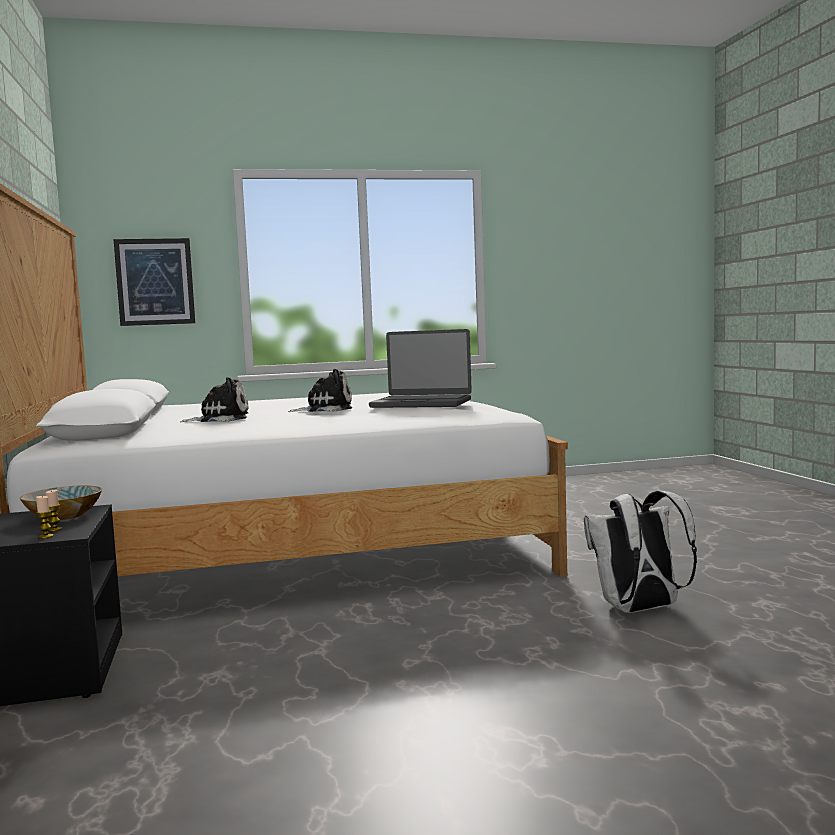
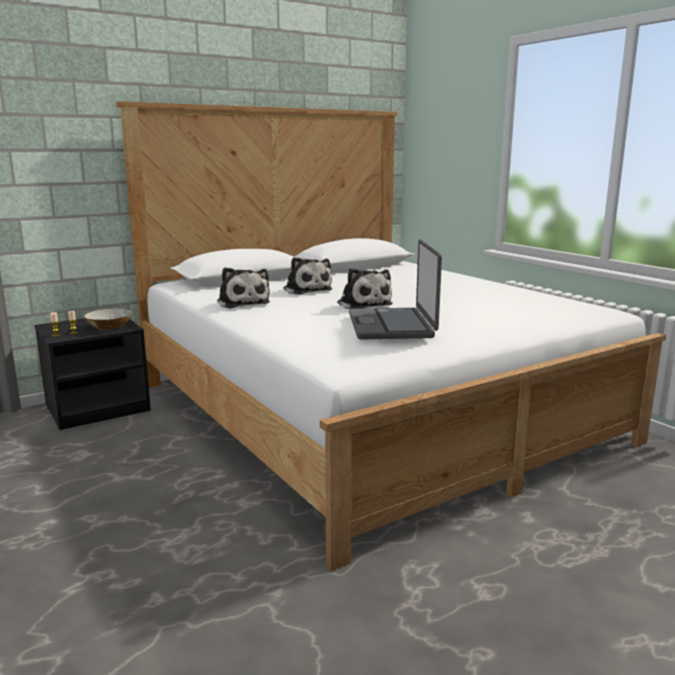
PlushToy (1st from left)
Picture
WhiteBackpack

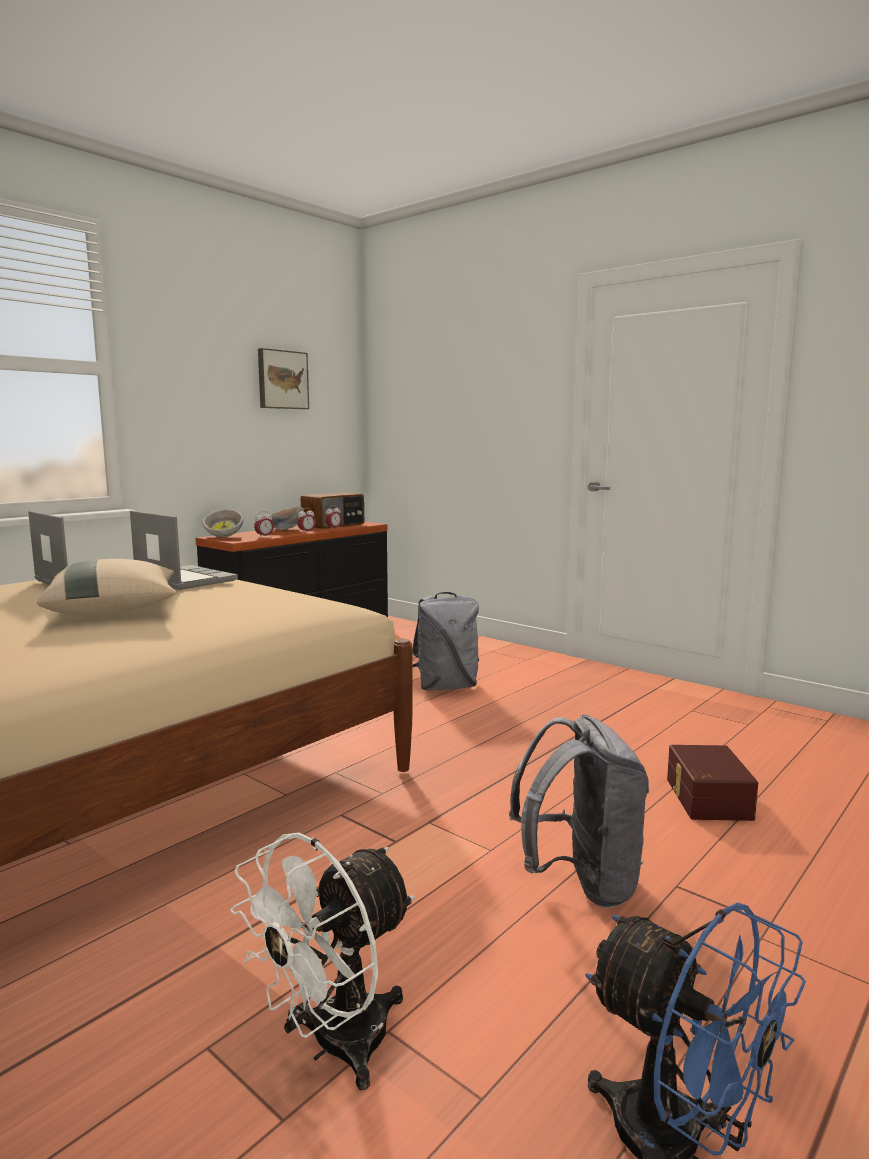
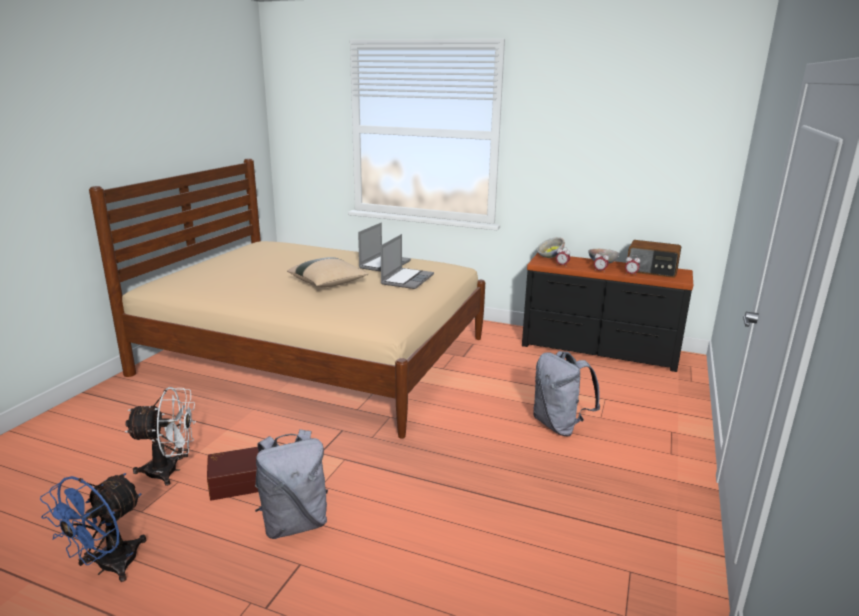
WhiteFan
BrownStorageBox
Picture

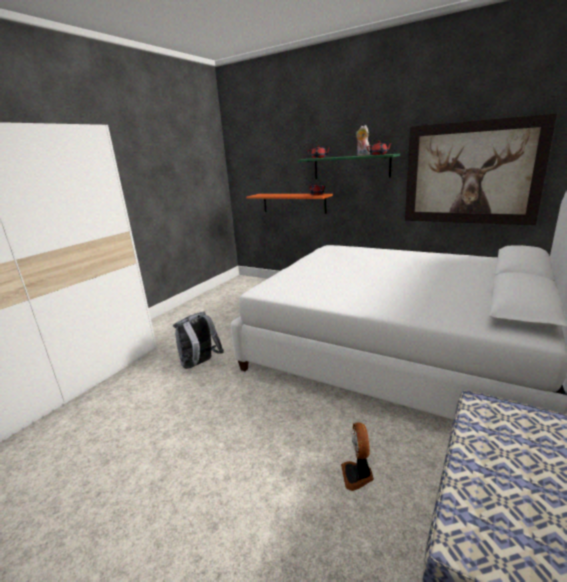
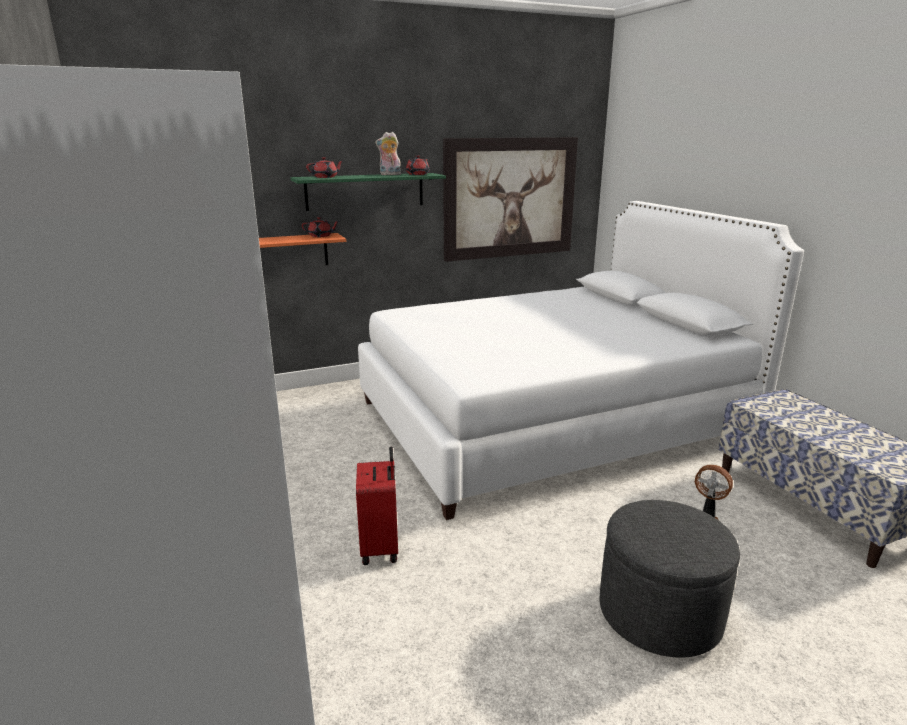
RedSuitcase
GreyOttoman

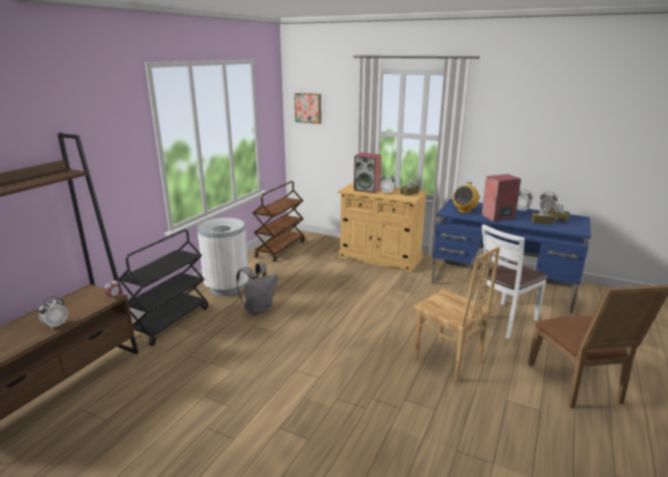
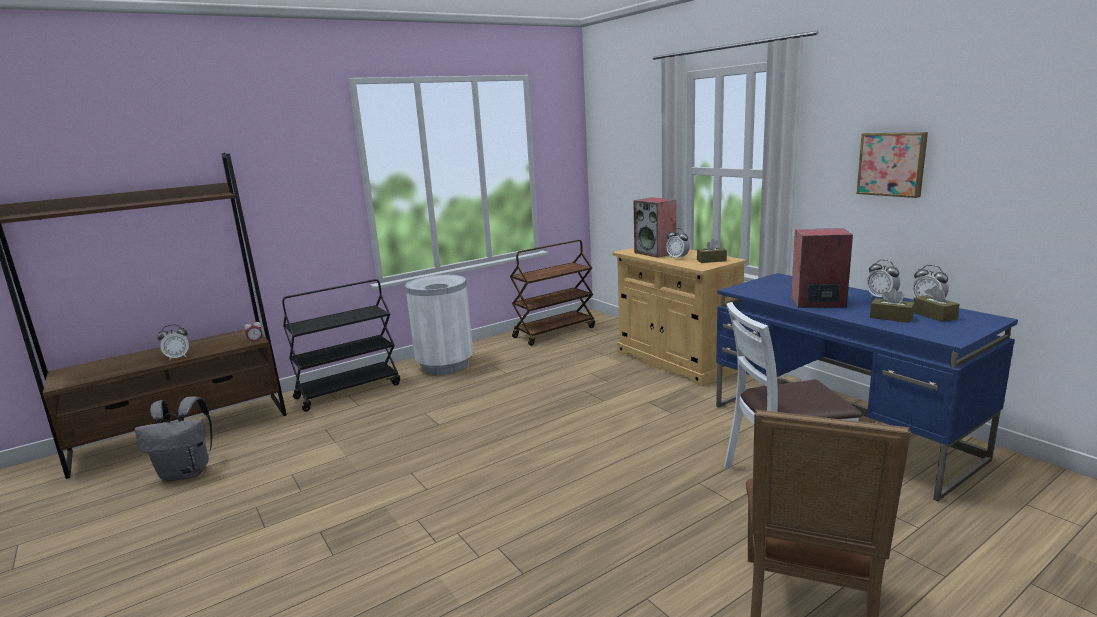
GreyBackpack
Picture
BrownChair (1st from left in the first image)
Radio

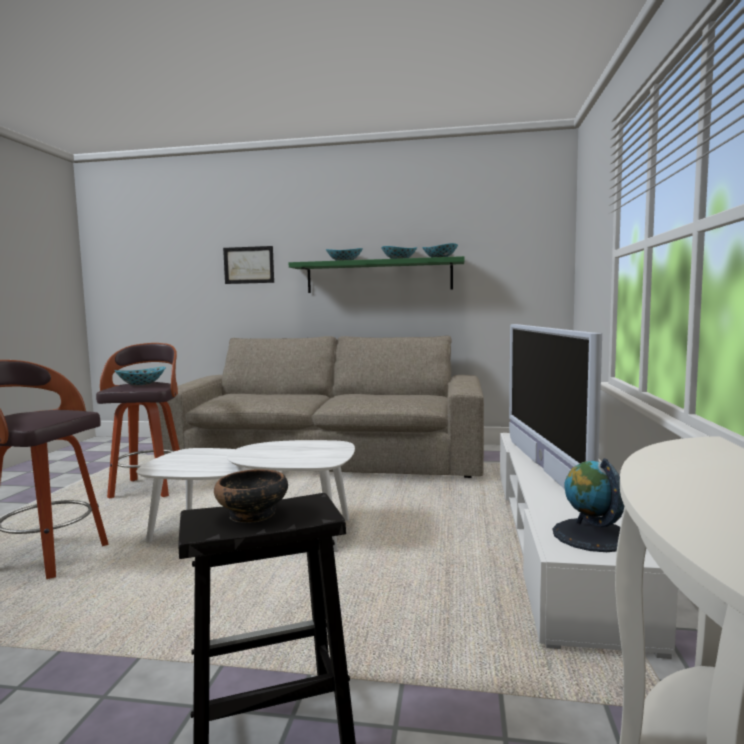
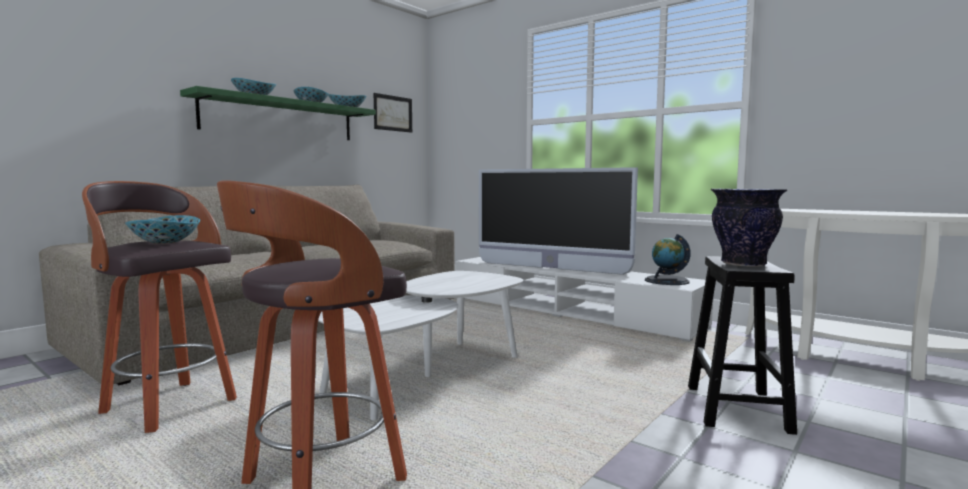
Picture
Vase

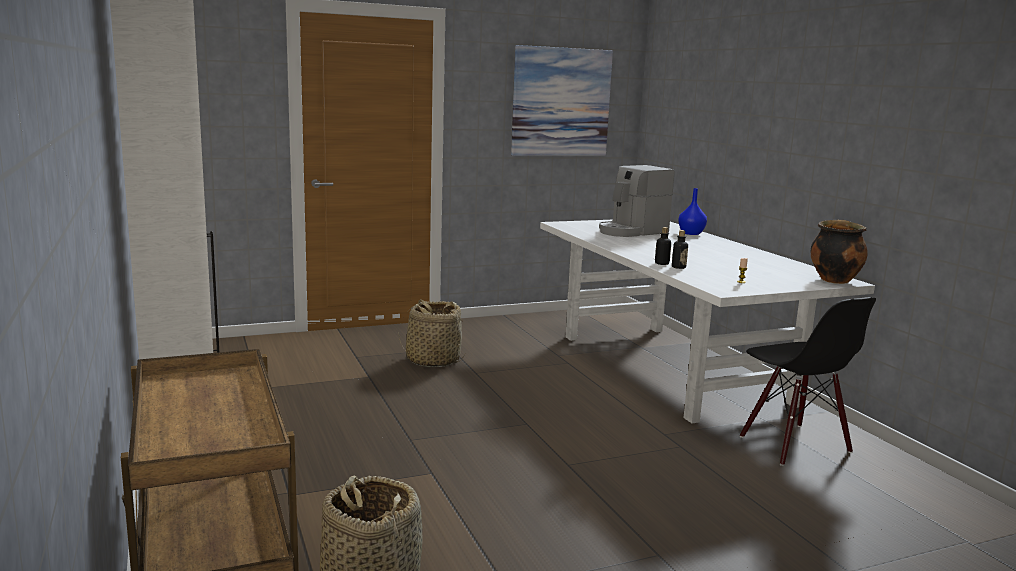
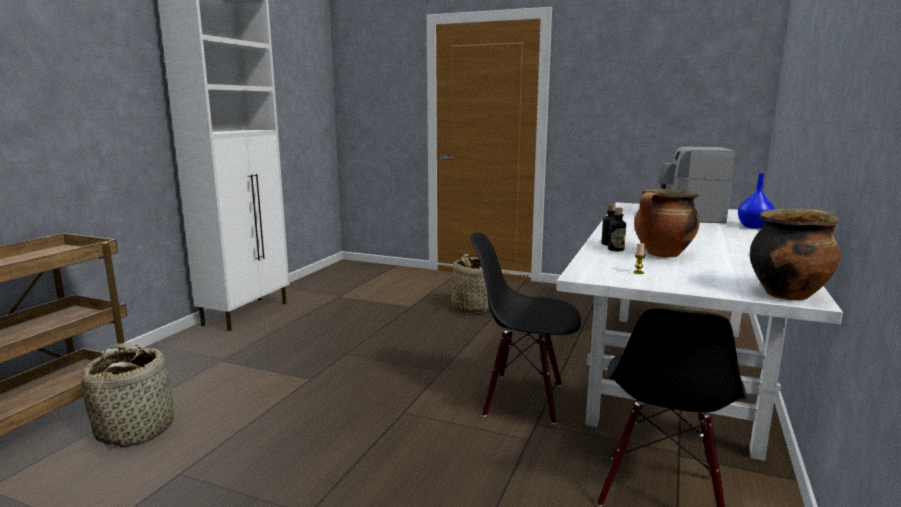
BlackChair (1st from left)
CookingPot (1st from left)
Picture

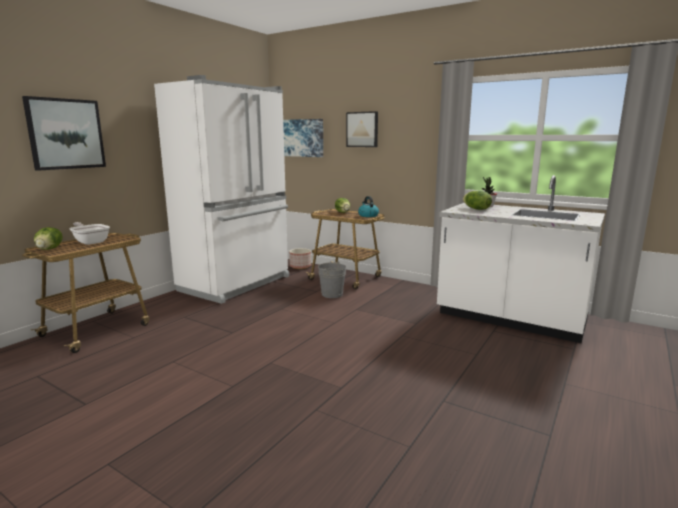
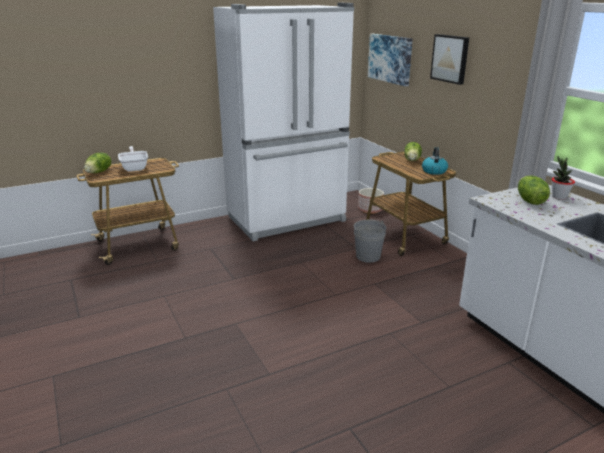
Picture (1st from left in the first image)

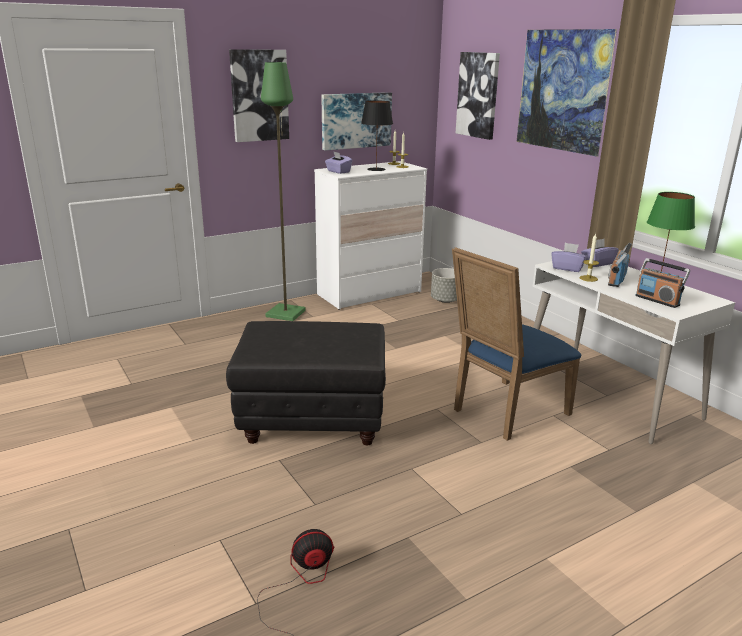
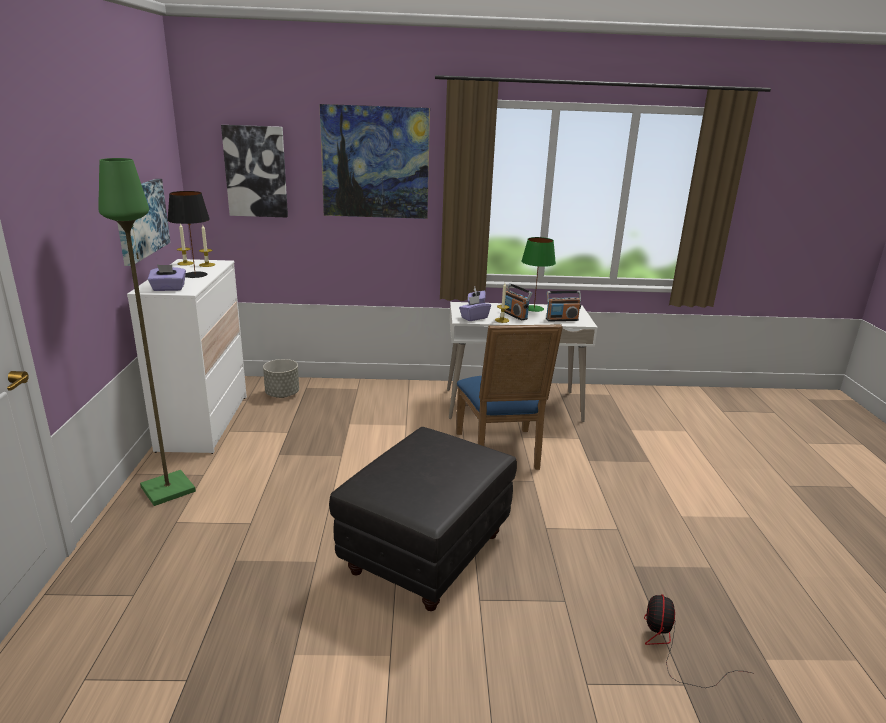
Picture (1st from left in the first image)

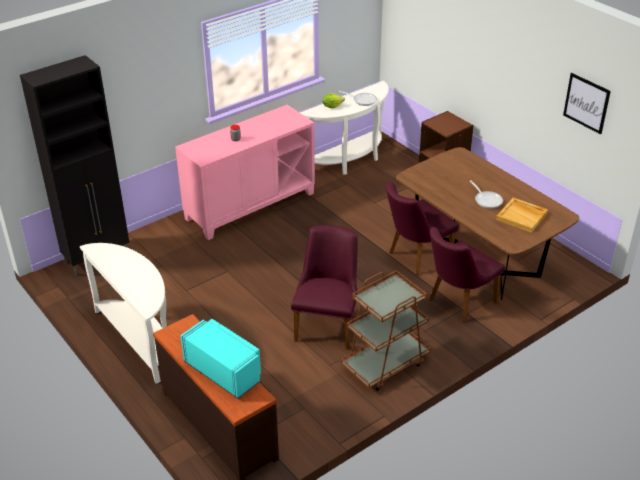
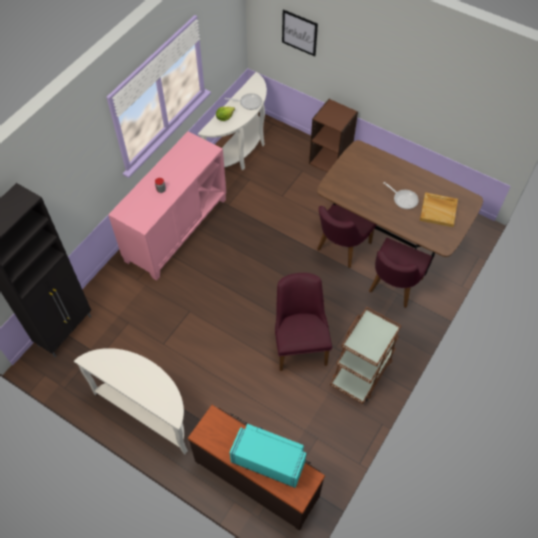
Picture

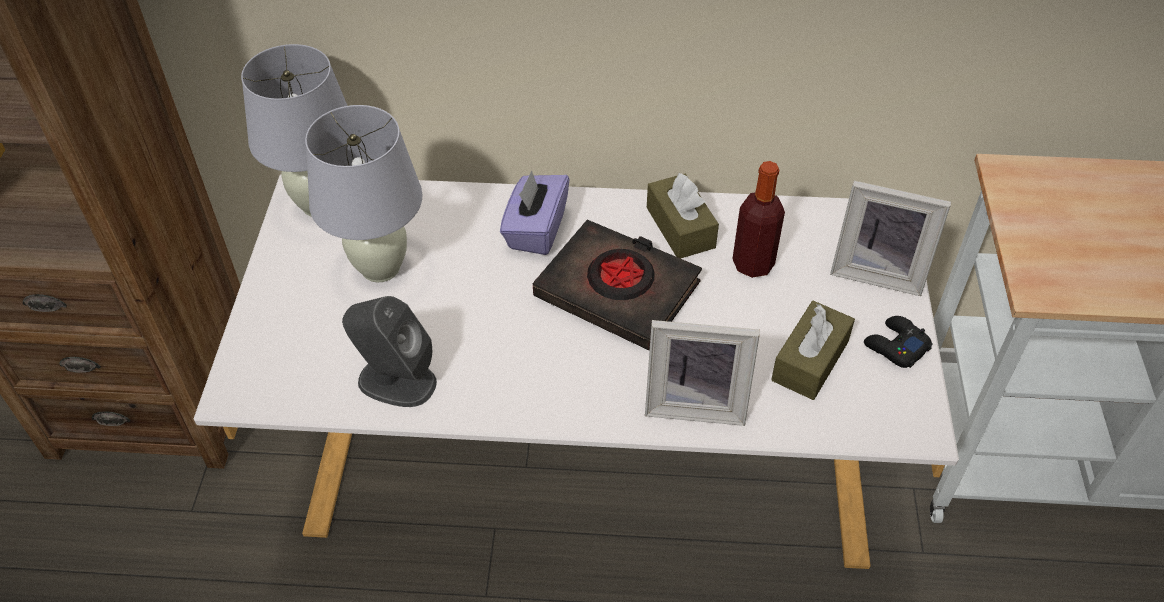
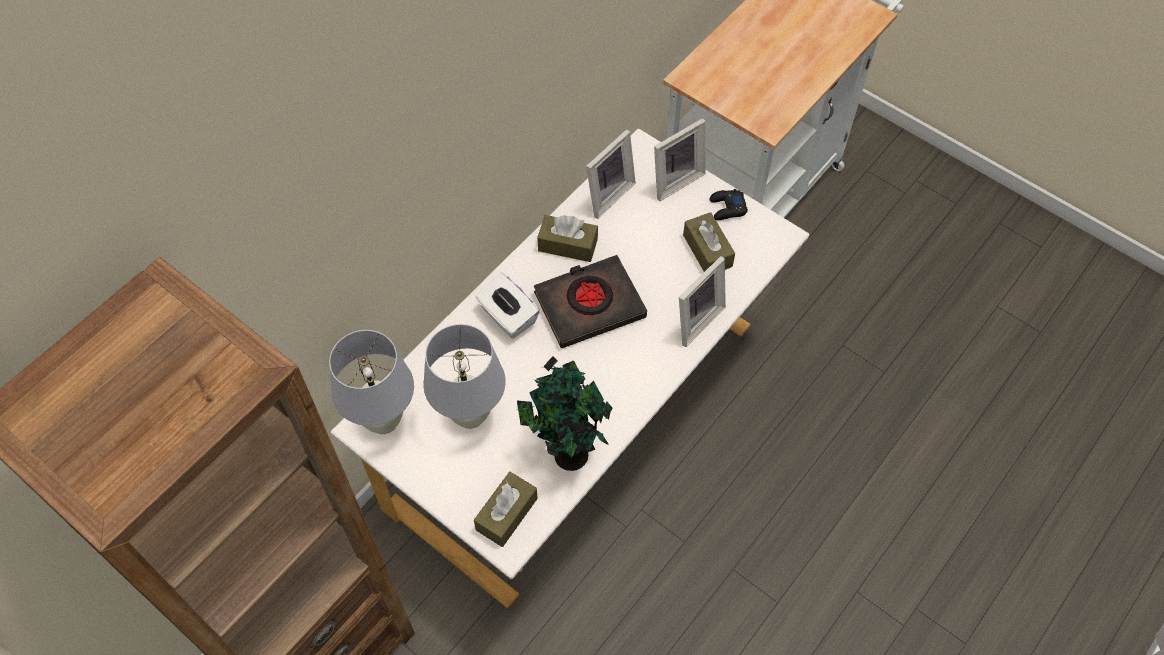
BrownTissueBox (1st from left)
WhiteTissueBox
PottedPlant
PictureFrame (1st from left)
Bottle

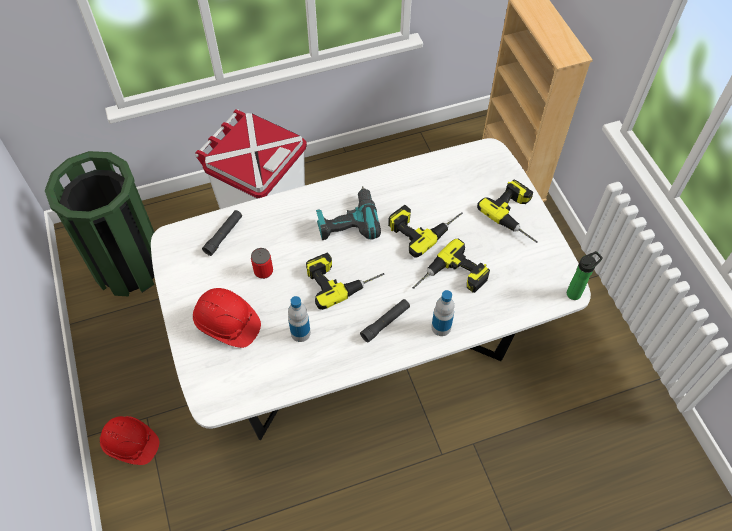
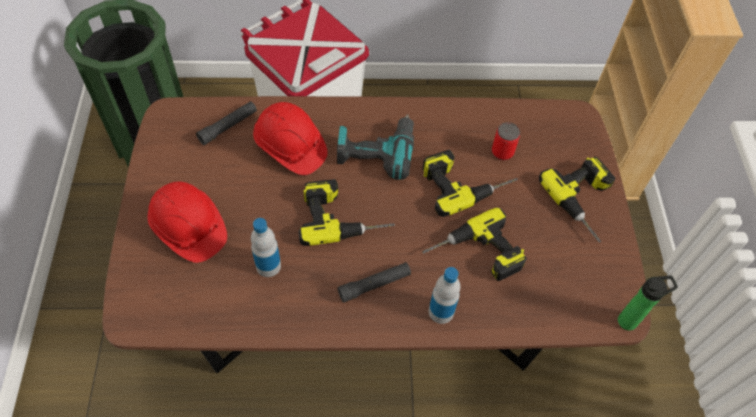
BrownDiningTable
RedHardHat (2nd from left)
Can

